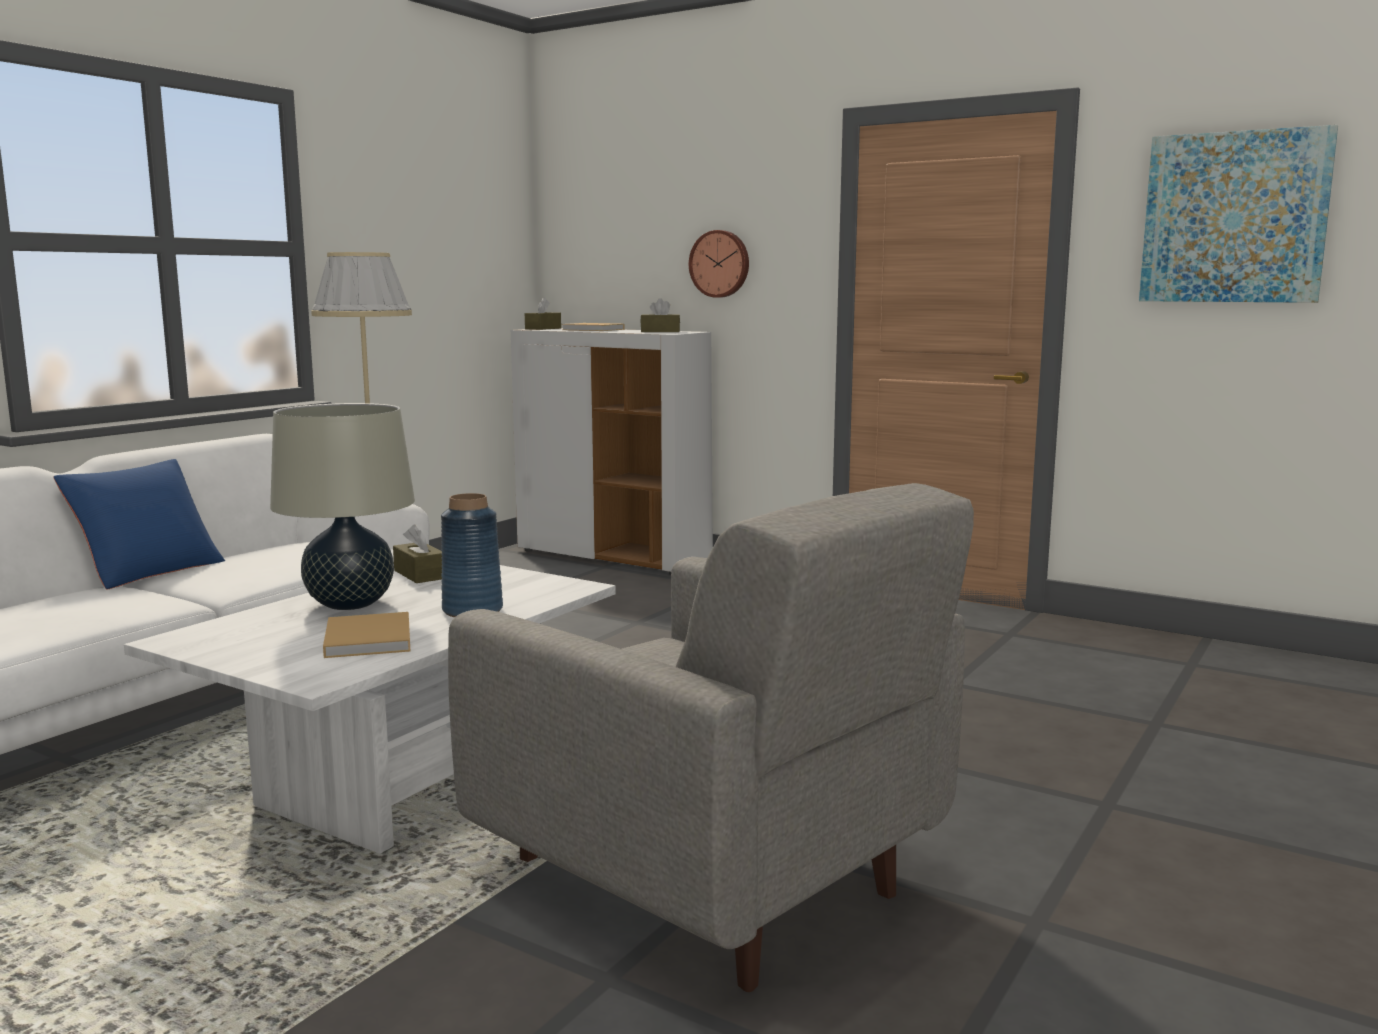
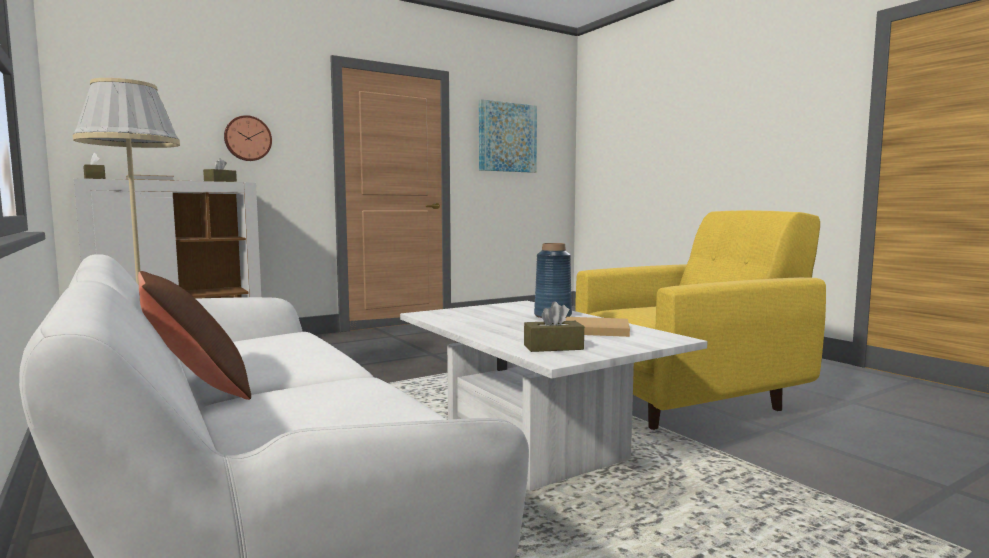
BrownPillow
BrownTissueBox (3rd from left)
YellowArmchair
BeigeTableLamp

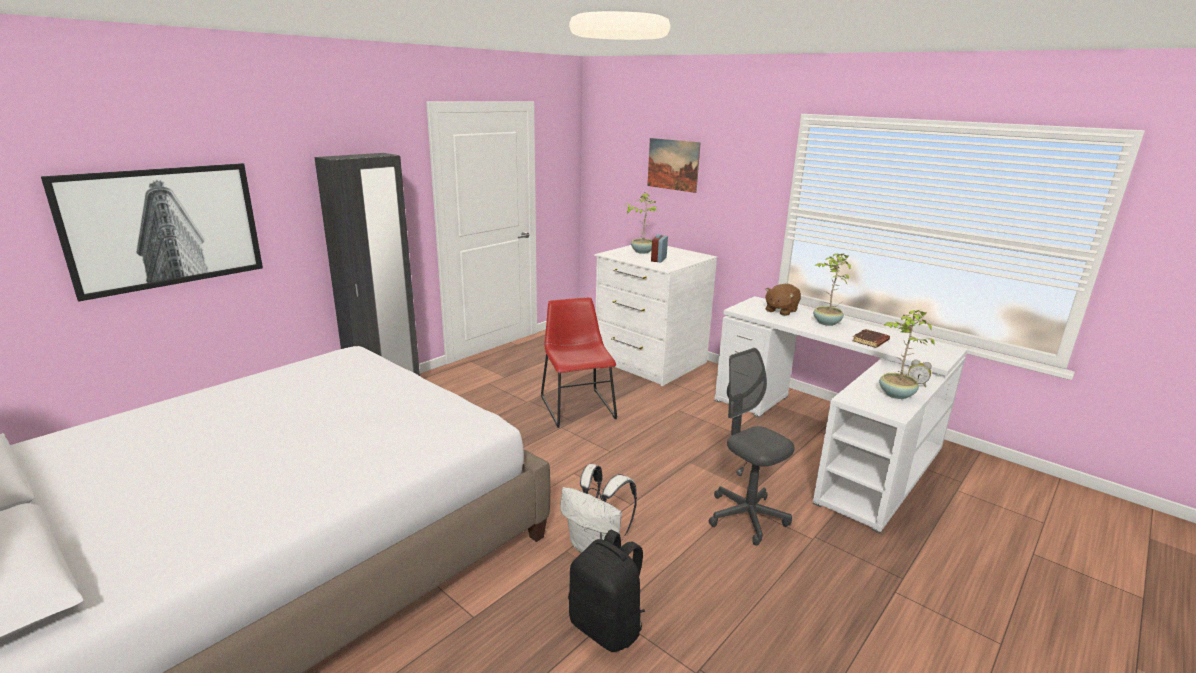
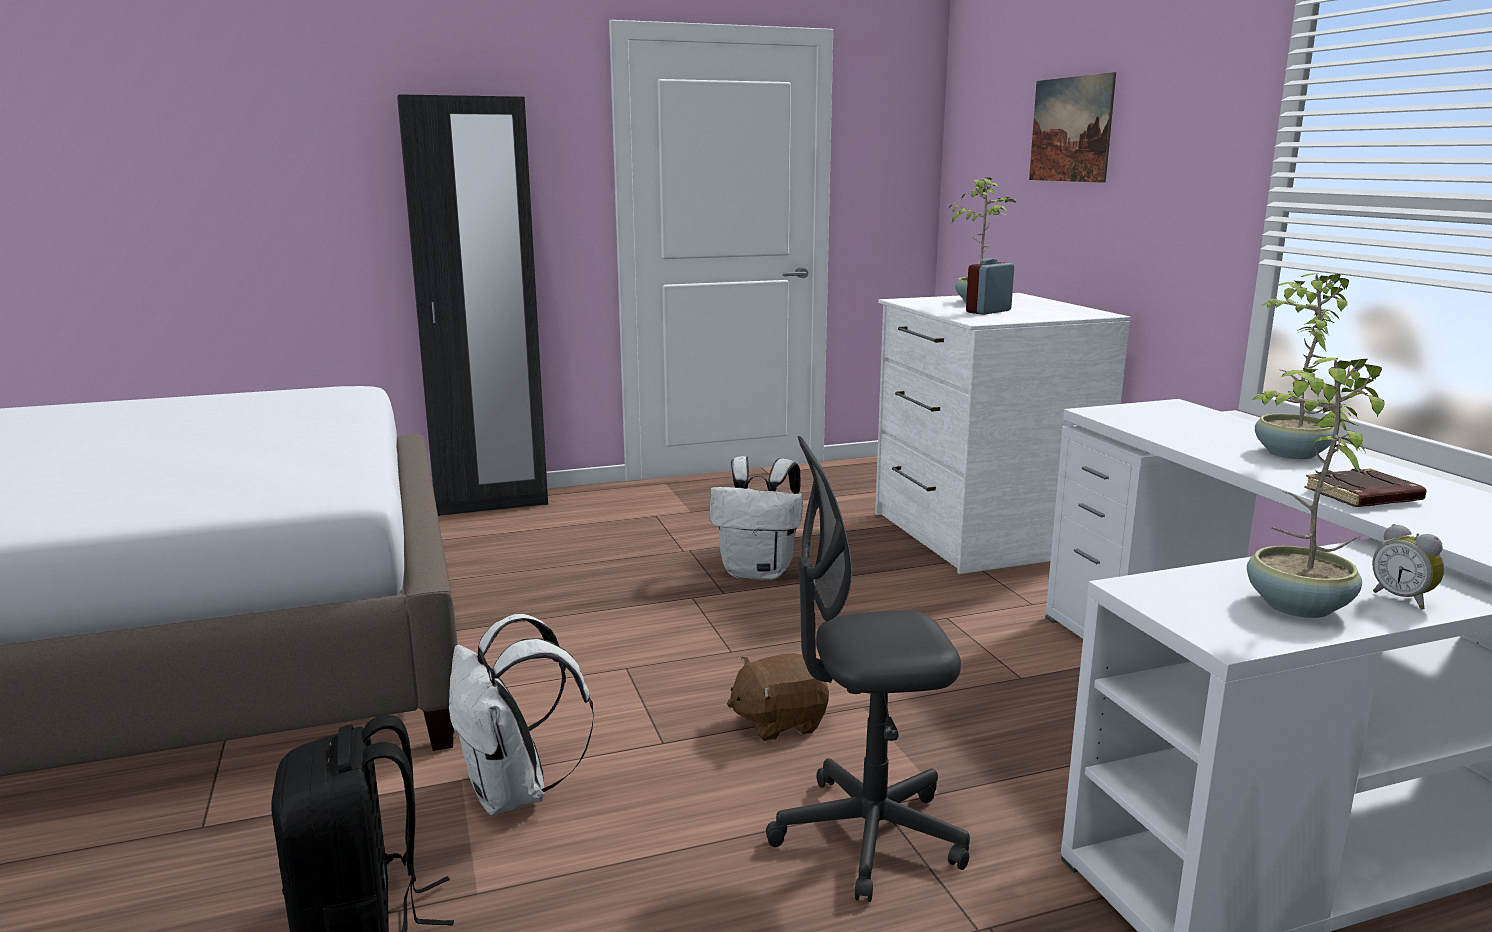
WhiteBackpack (2nd from left)
BrownPlushToy
GreyOfficeChair
Picture (1st from left in the first image)

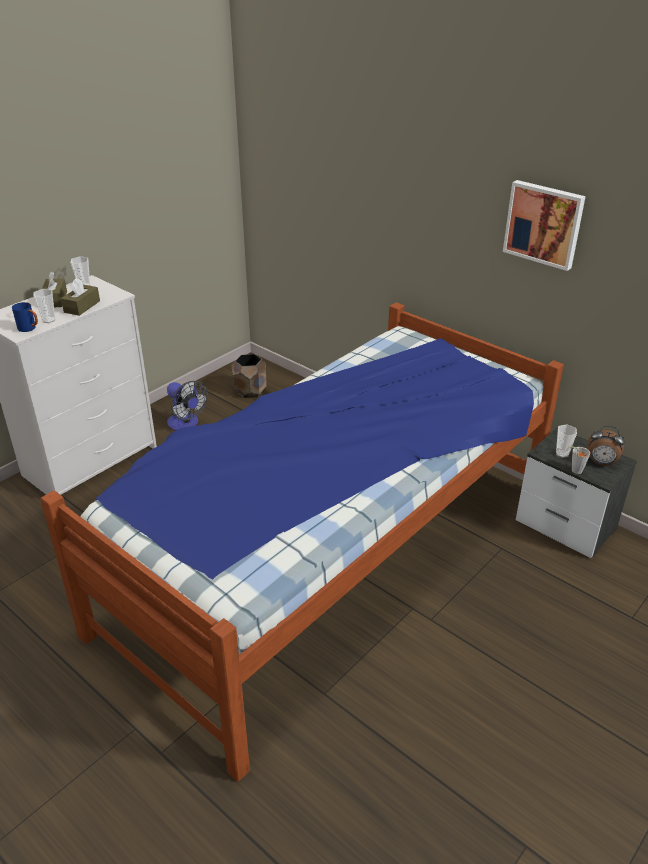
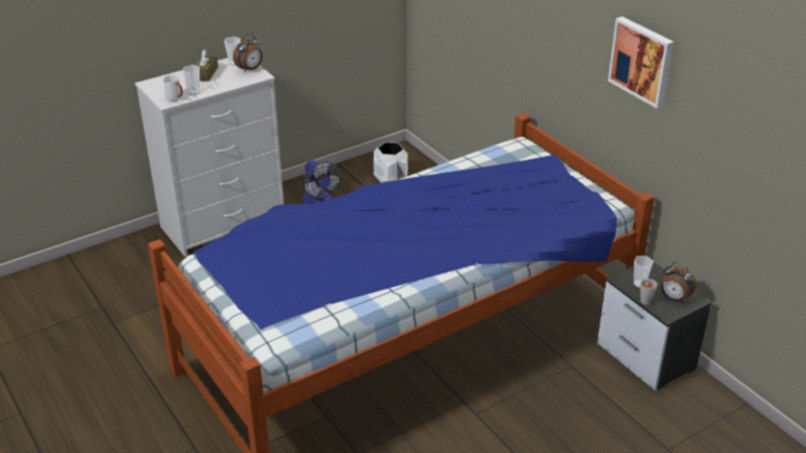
WhiteMug
AlarmClock (1st from left)
WhitePlanter
BrownTissueBox (2nd from left in the first image)

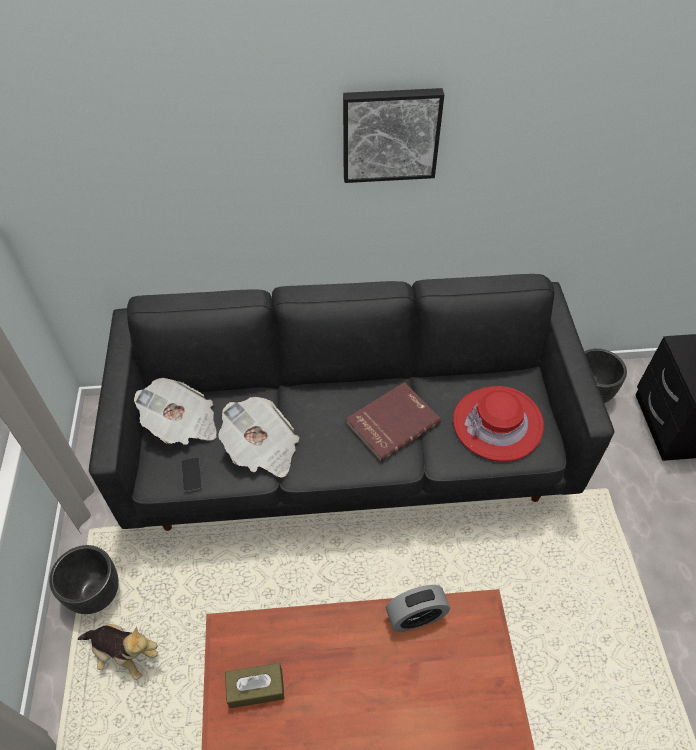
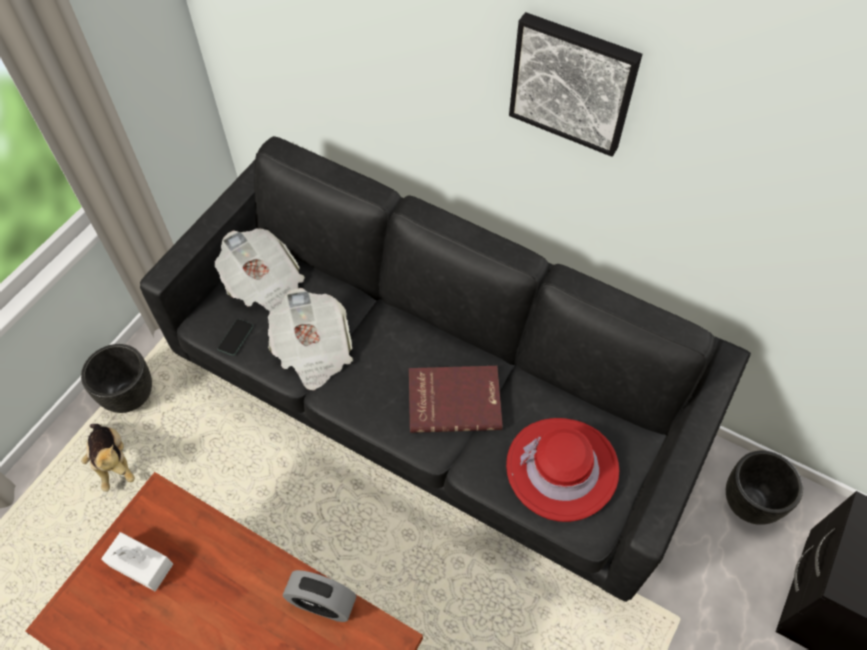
WhiteTissueBox

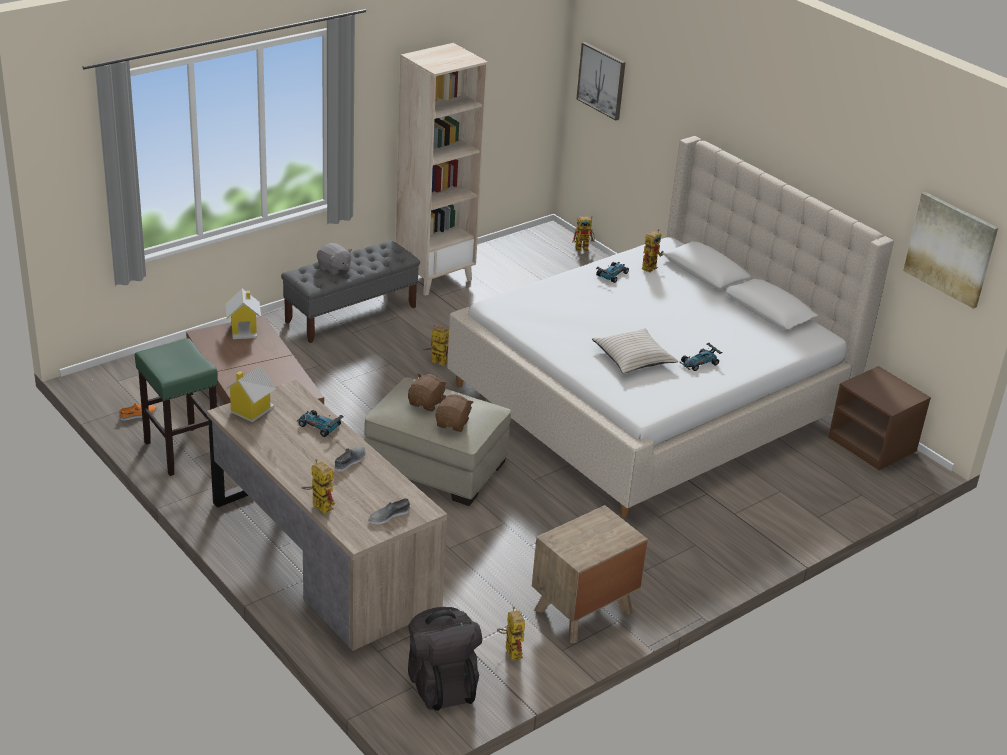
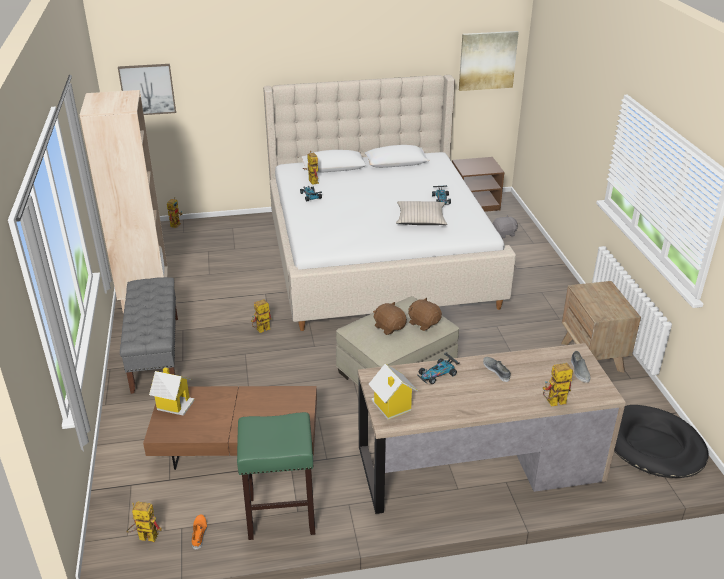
ToyRobot (1st from left)
GreyPlushToy
BlackDogBed

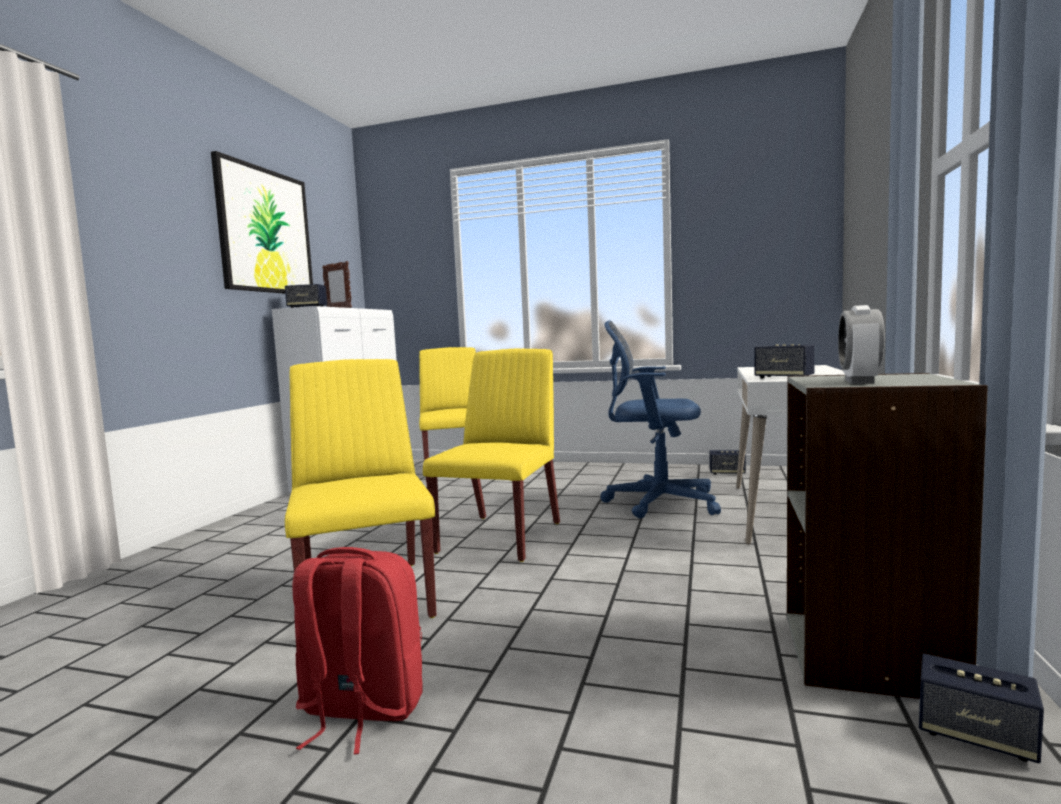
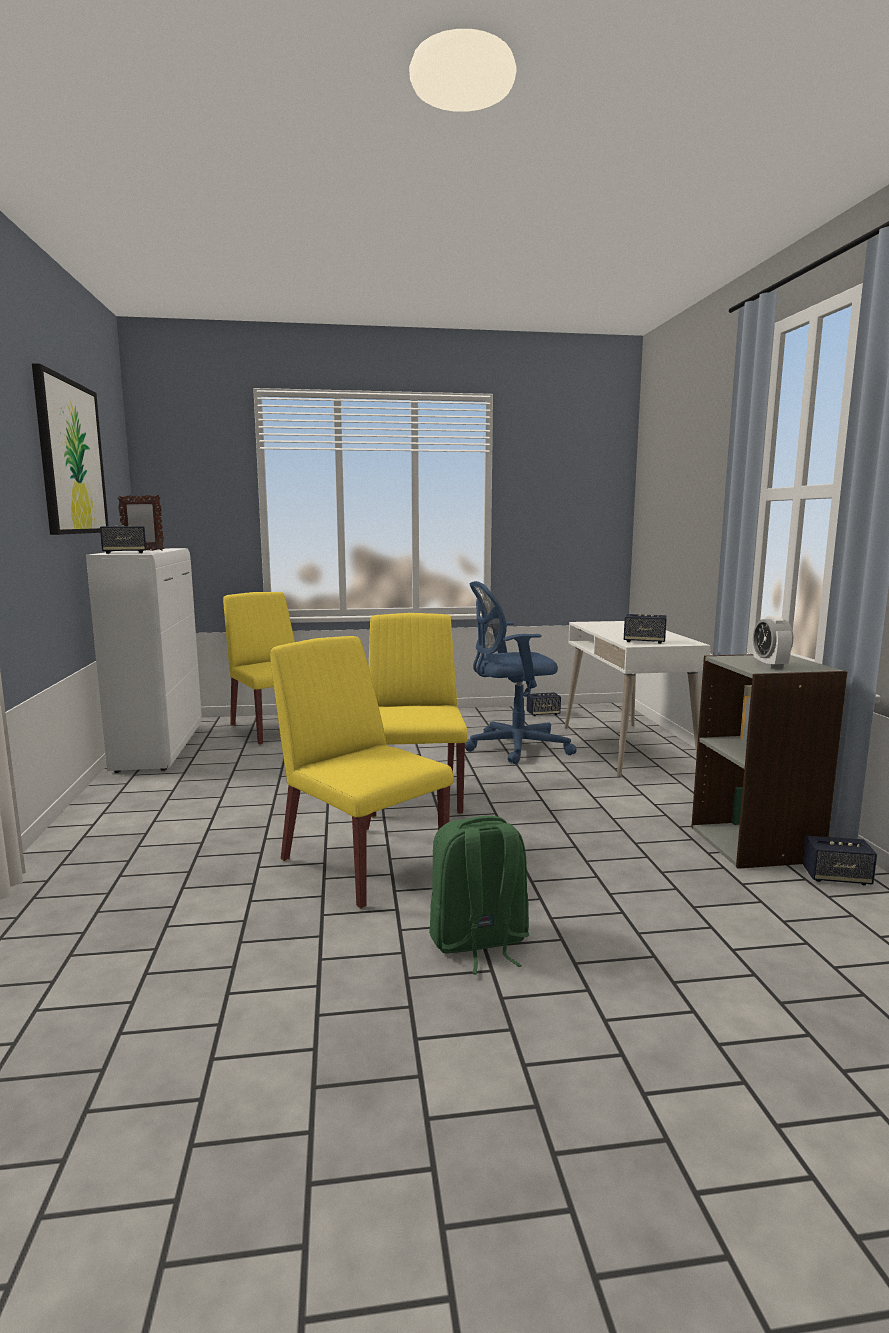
GreenBackpack

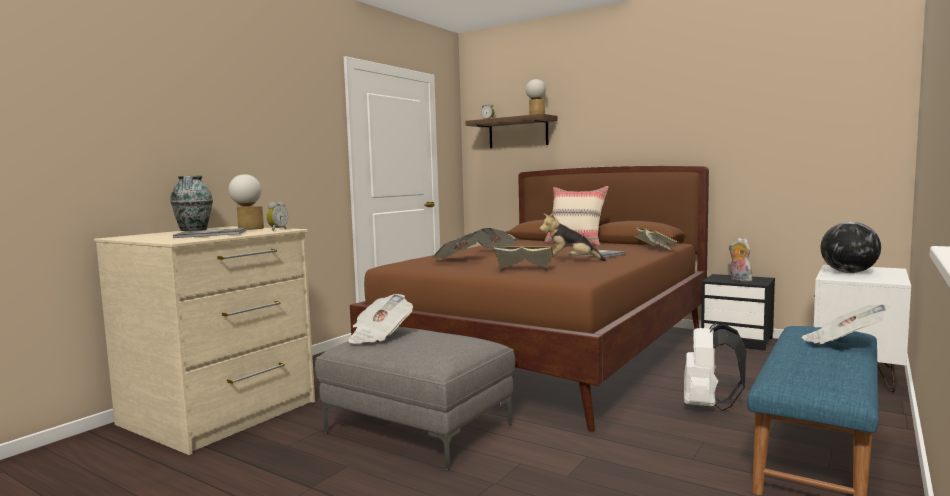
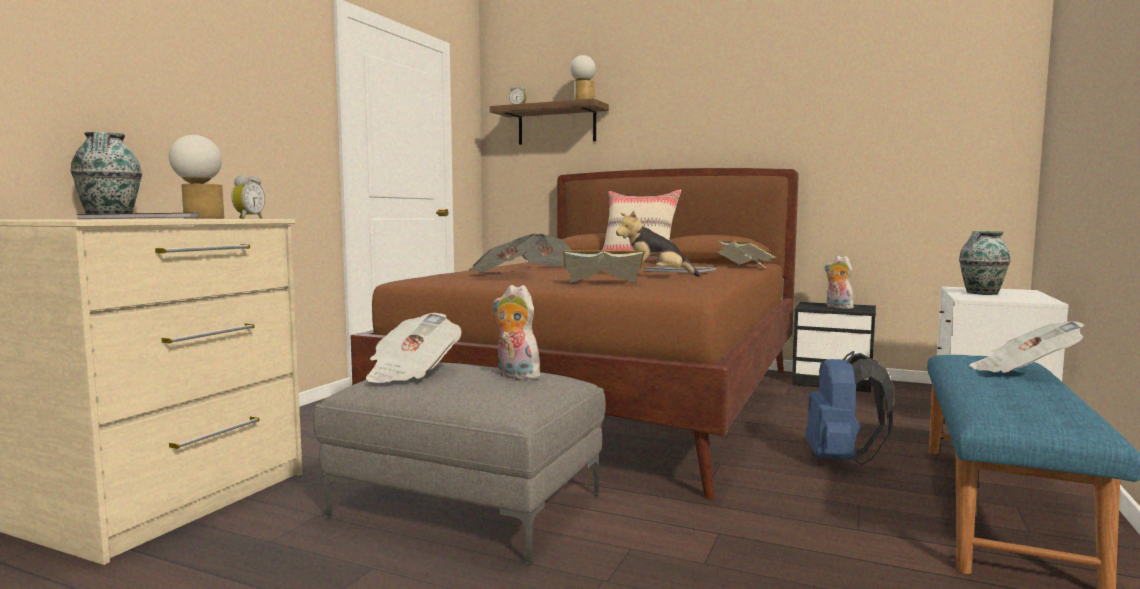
PlushToy (1st from left)
BlueBackpack
Vase (2nd from left)

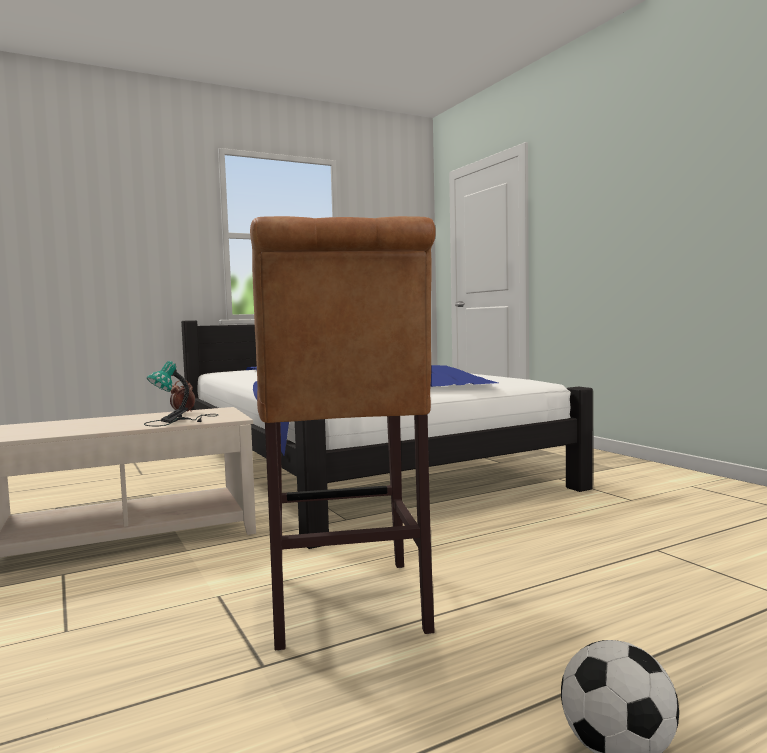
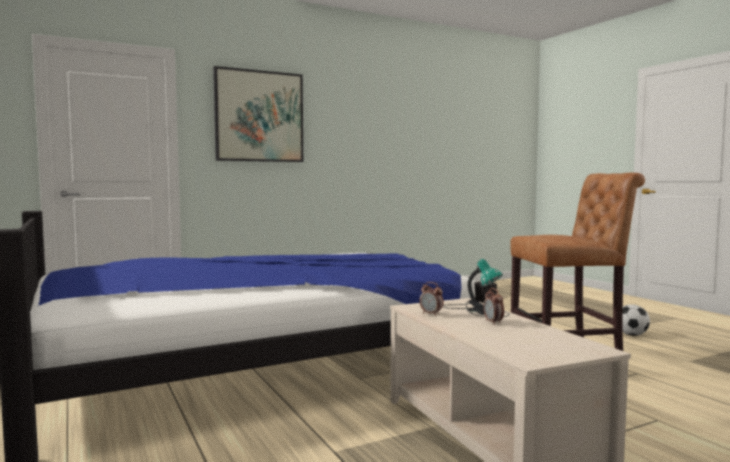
Picture
AlarmClock (2nd from left)

